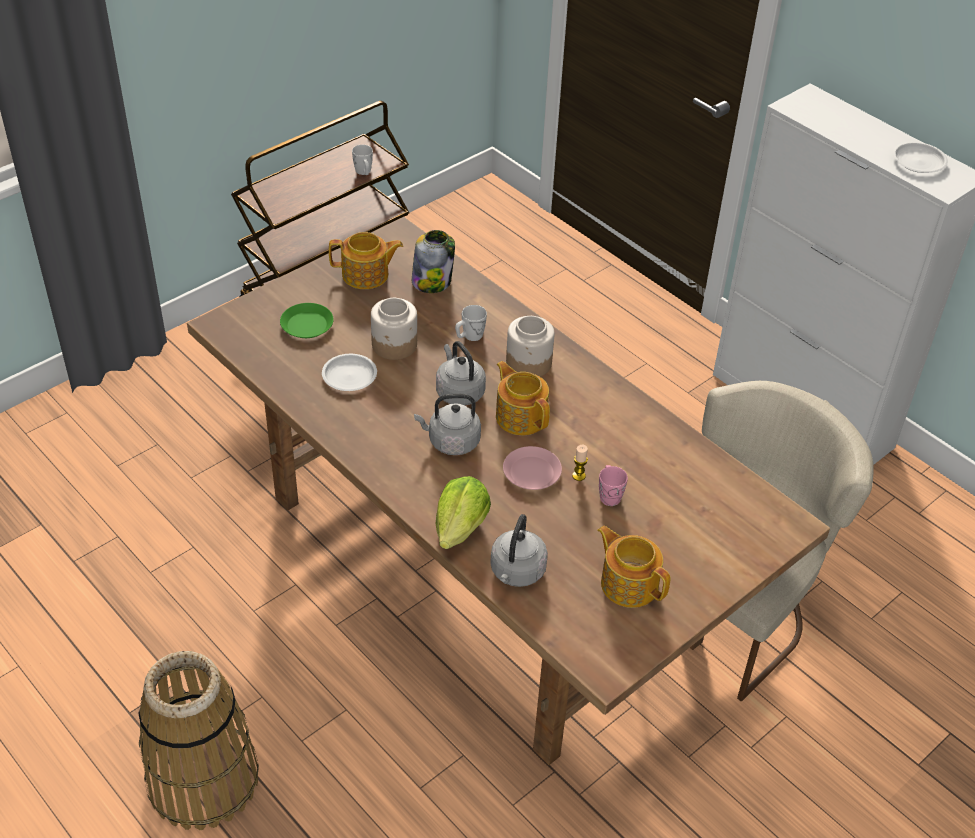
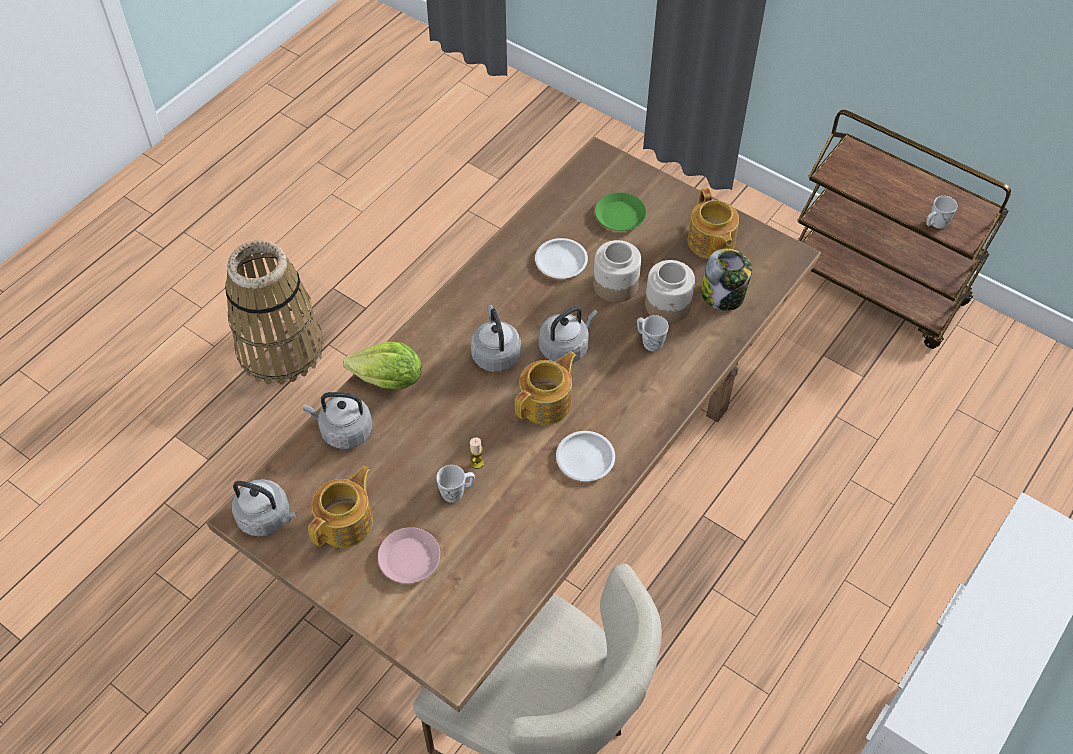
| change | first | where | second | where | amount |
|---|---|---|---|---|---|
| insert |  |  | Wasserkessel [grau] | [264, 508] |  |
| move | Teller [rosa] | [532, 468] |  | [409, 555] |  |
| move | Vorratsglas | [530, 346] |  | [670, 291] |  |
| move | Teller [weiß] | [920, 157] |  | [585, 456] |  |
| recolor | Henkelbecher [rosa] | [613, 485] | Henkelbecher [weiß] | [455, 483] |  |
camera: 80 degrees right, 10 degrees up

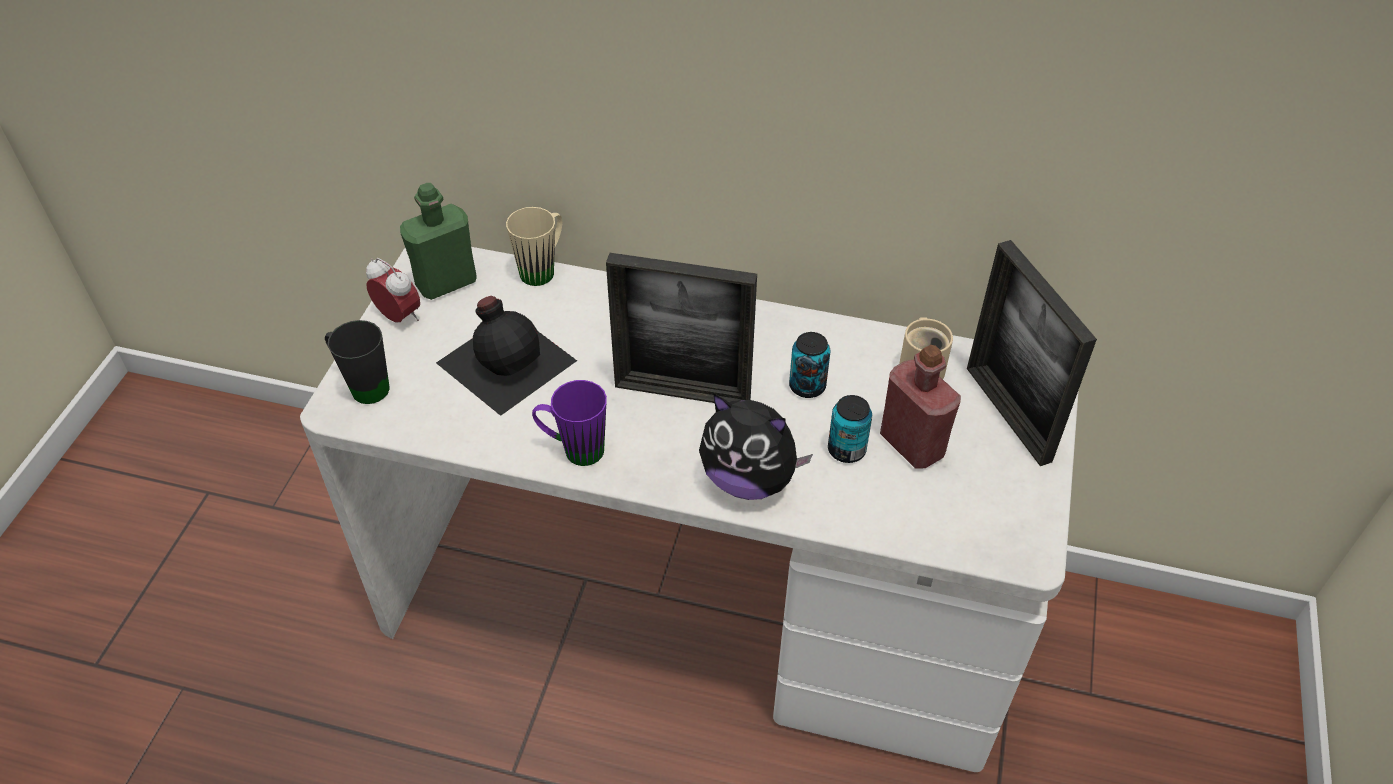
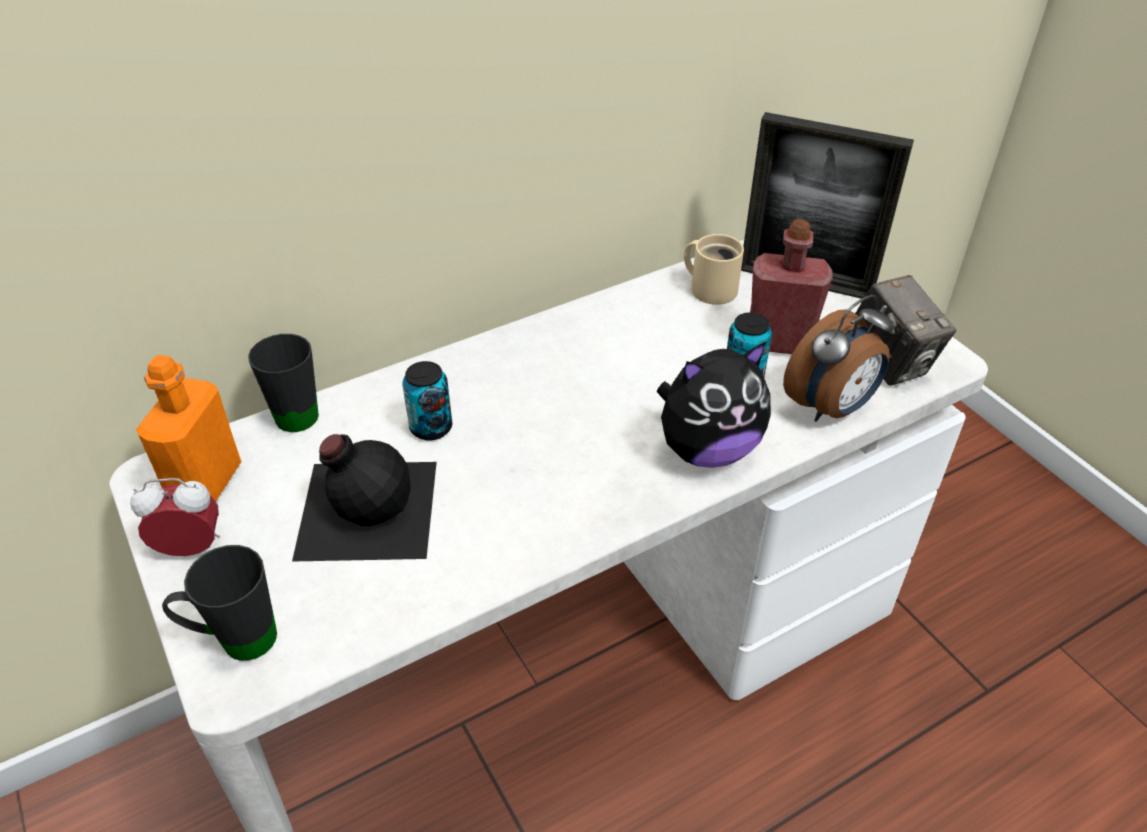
| change | first | where | second | where | amount |
|---|---|---|---|---|---|
| delete | Henkelbecher [lila] | [569, 423] |  |  |  |
| delete | Bilderrahmen | [681, 328] |  |  |  |
| insert |  |  | Wecker | [838, 358] |  |
| insert |  |  | Kamera | [905, 330] |  |
| move | Dose | [810, 365] |  | [427, 401] |  |
| recolor | Flasche [grün] | [438, 241] | Flasche [orange] | [188, 428] |  |
| recolor | Henkelbecher [beige] | [534, 246] | Henkelbecher [schwarz] | [283, 383] |  |
camera: 45 degrees left, 5 degrees down

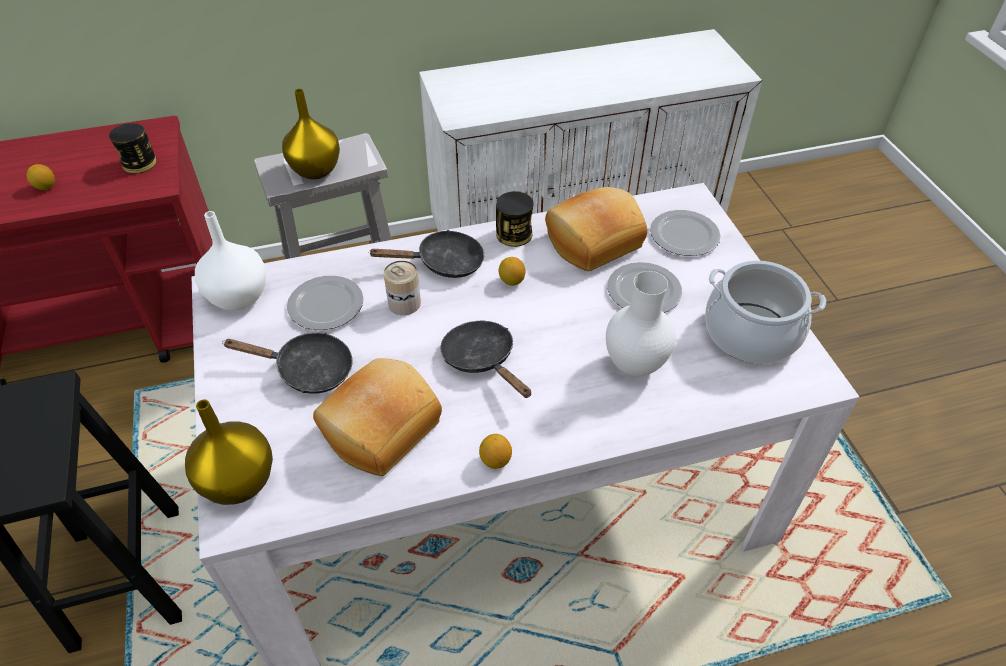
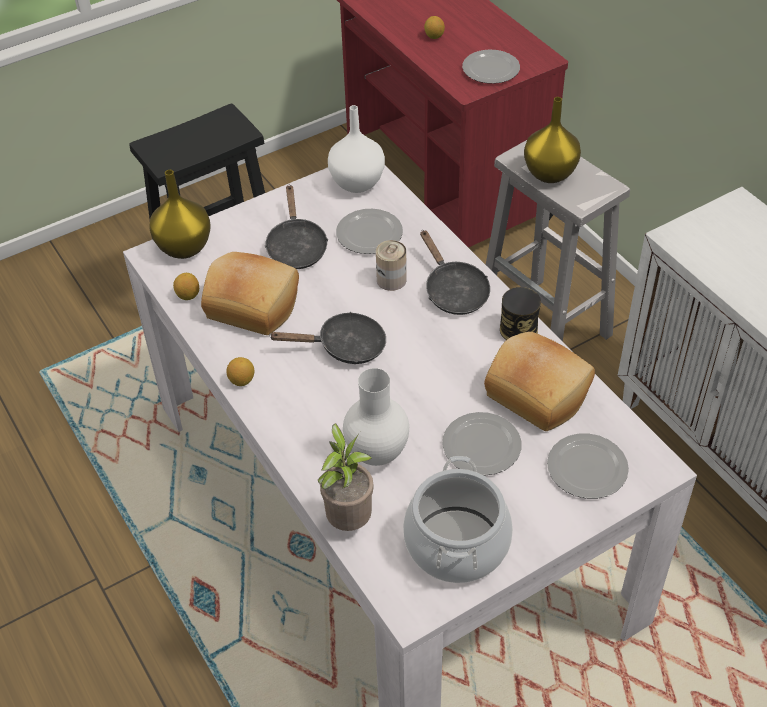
| change | first | where | second | where | amount |
|---|---|---|---|---|---|
| insert |  |  | Topfpflanze | [346, 477] |  |
| move | Zitrone | [512, 271] |  | [186, 286] |  |
| replace | Dose | [133, 148] | Teller | [491, 67] |  |
| rotate | Pfanne [schwarz] | [485, 359] |  | [327, 338] | 45 degrees clockwise |
camera: 75 degrees right, 0 degrees up

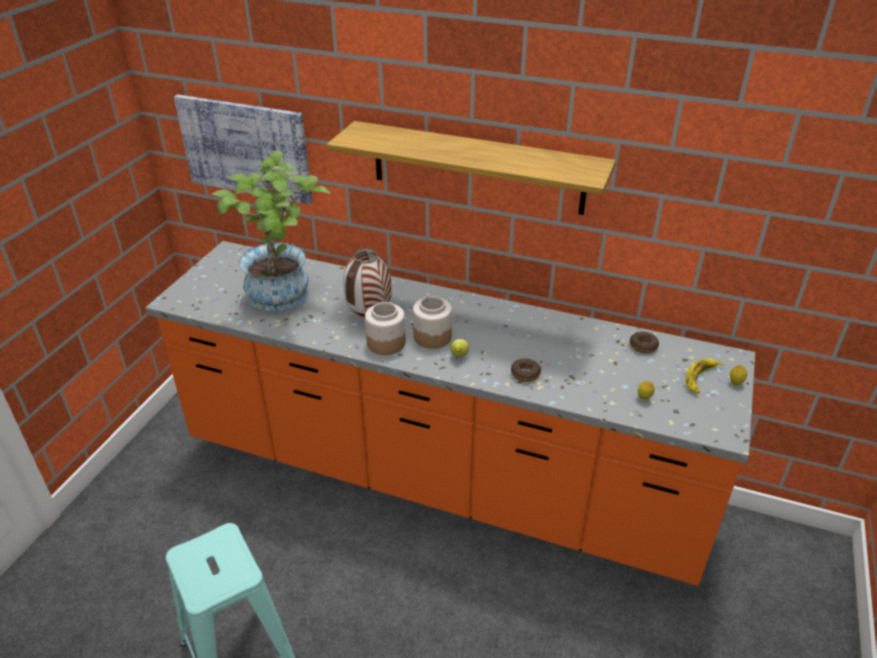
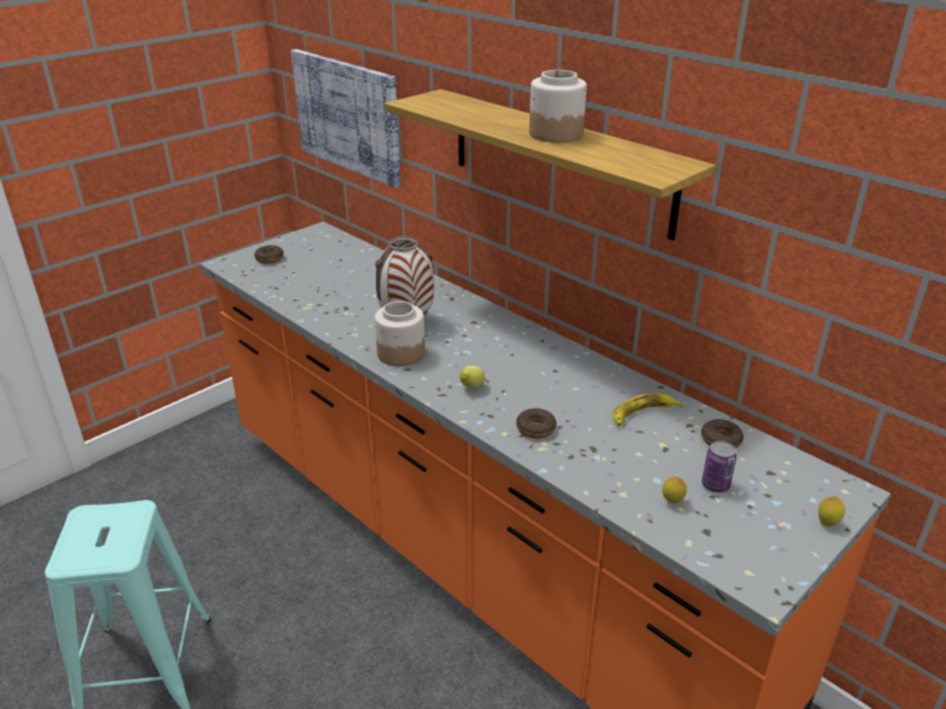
| change | first | where | second | where | amount |
|---|---|---|---|---|---|
| delete | Topfpflanze | [271, 231] |  |  |  |
| insert |  |  | Donut | [269, 254] |  |
| insert |  |  | Dose | [719, 467] |  |
| move | Vorratsglas | [432, 322] |  | [558, 106] |  |
| move | Banane | [704, 376] |  | [648, 409] |  |
camera: 25 degrees right, 5 degrees down

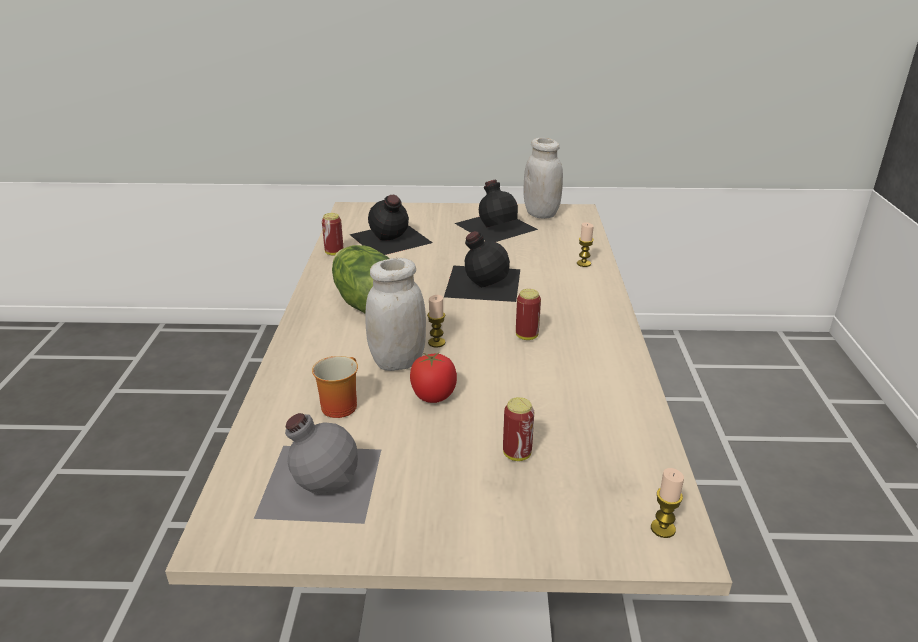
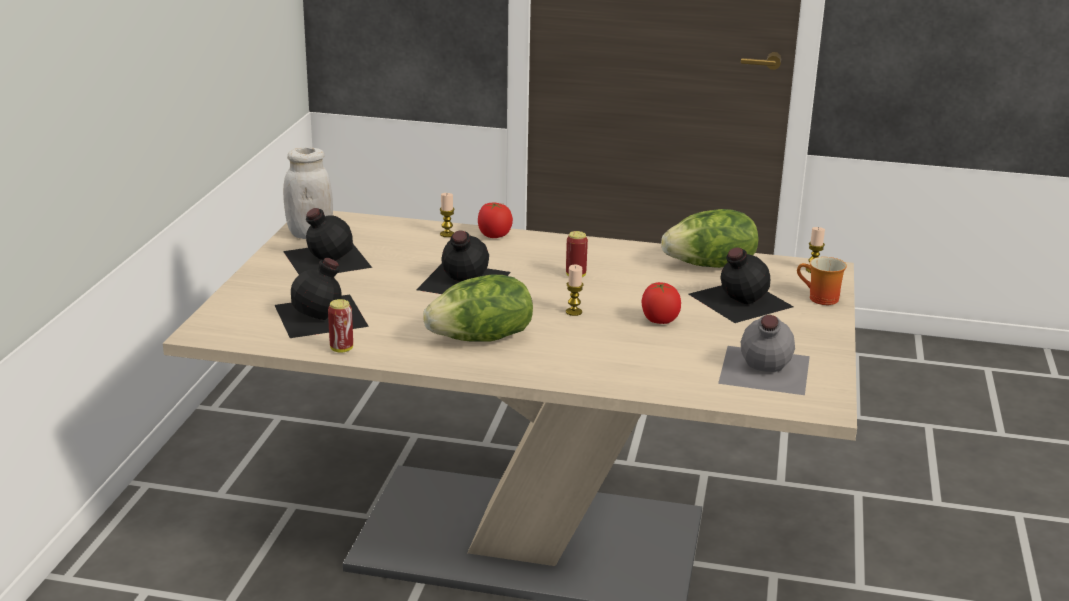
| change | first | where | second | where | amount |
|---|---|---|---|---|---|
| delete | Vorratsglas [weiß] | [396, 314] |  |  |  |
| insert |  |  | Tomate | [495, 220] |  |
| insert |  |  | Salatkopf | [710, 238] |  |
| move | Henkelbecher | [335, 387] |  | [822, 281] |  |
| replace | Dose | [518, 429] | Flasche [schwarz] | [741, 285] |  |
camera: 80 degrees left, 5 degrees down

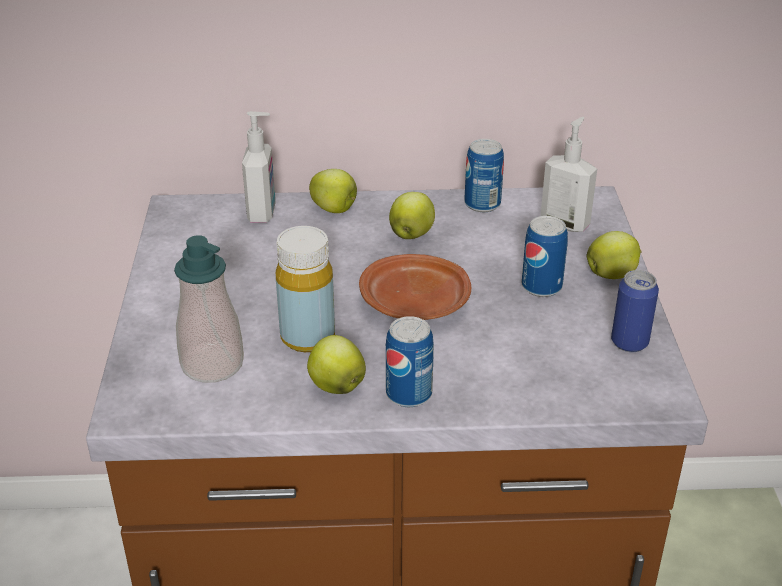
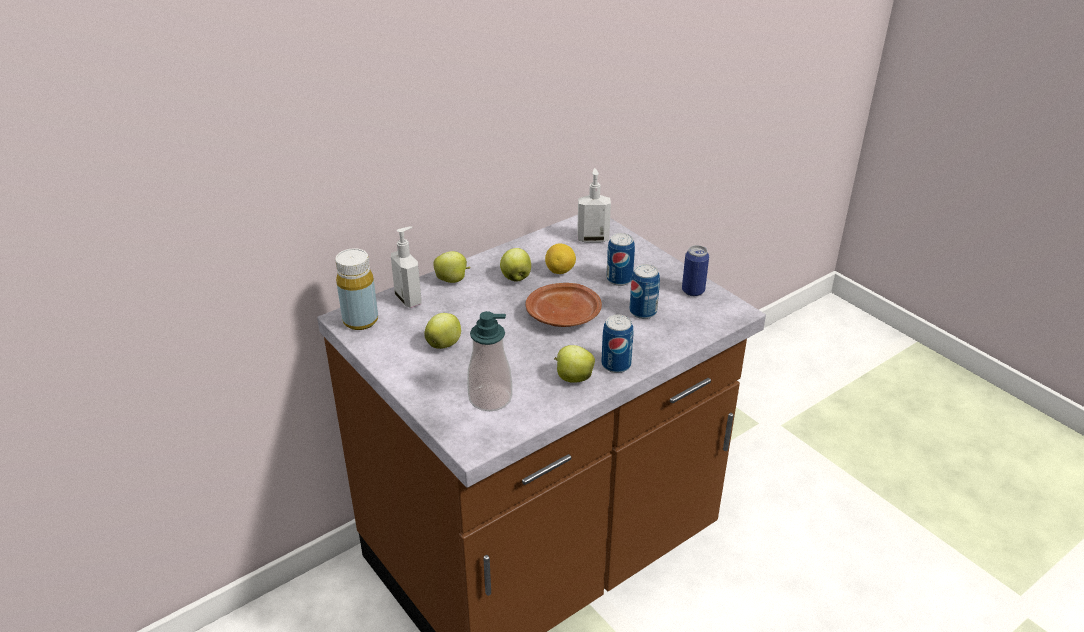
| change | first | where | second | where | amount |
|---|---|---|---|---|---|
| insert |  |  | Zitrone | [560, 258] |  |
| move | Flasche [gelb] | [305, 289] |  | [356, 289] |  |
| move | Dose | [484, 175] |  | [644, 291] |  |
| move | Apfel | [614, 255] |  | [442, 331] |  |
camera: 35 degrees left, 0 degrees up

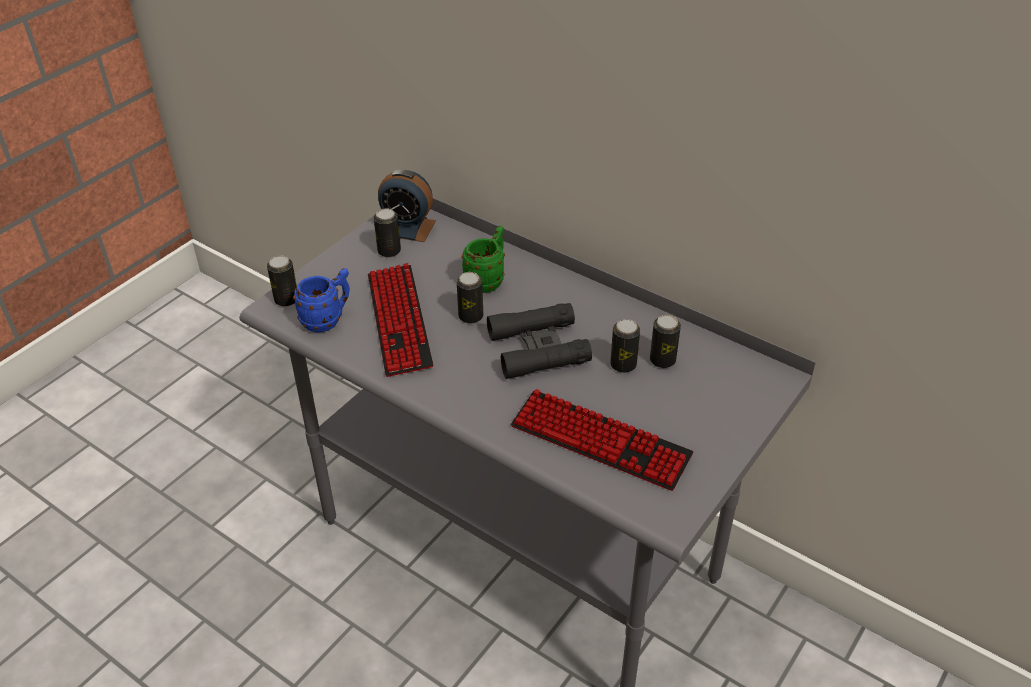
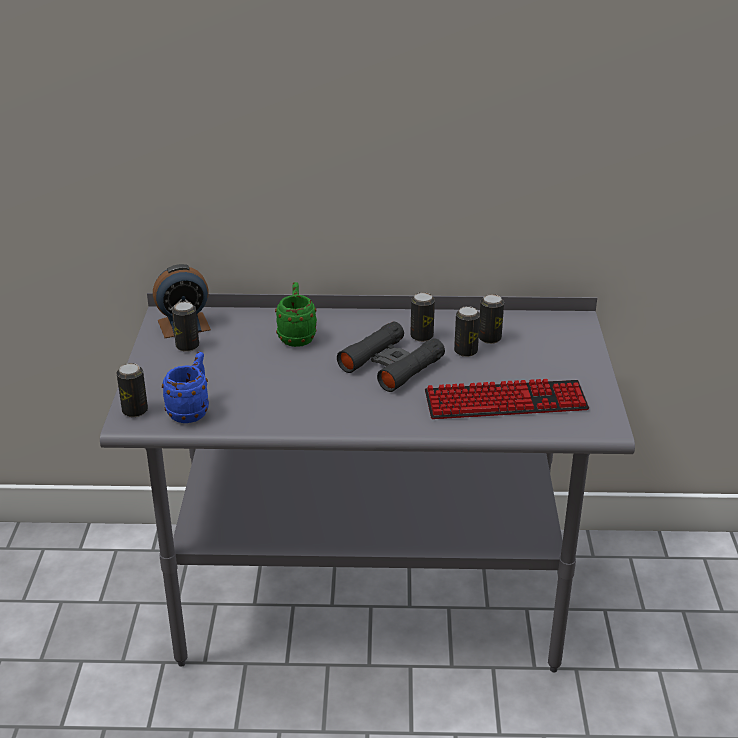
| change | first | where | second | where | amount |
|---|---|---|---|---|---|
| delete | Tastatur | [400, 320] |  |  |  |
| move | Dose | [470, 298] |  | [422, 317] |  |
camera: 35 degrees left, 10 degrees down

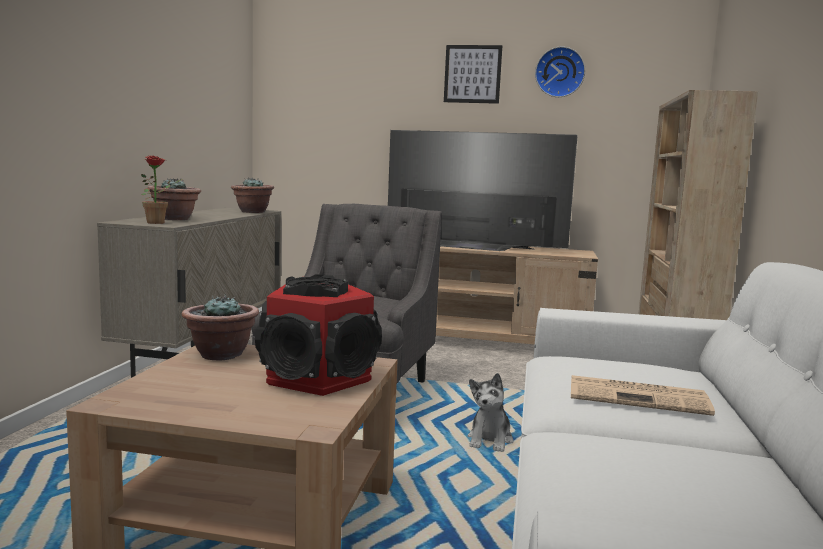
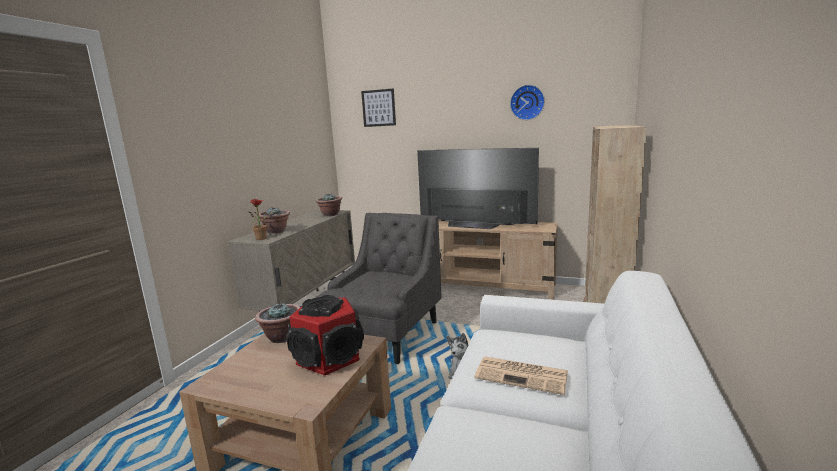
| change | first | where | second | where | amount |
|---|---|---|---|---|---|
| move | Bild | [473, 74] |  | [378, 108] |  |
camera: 10 degrees right, 5 degrees up

